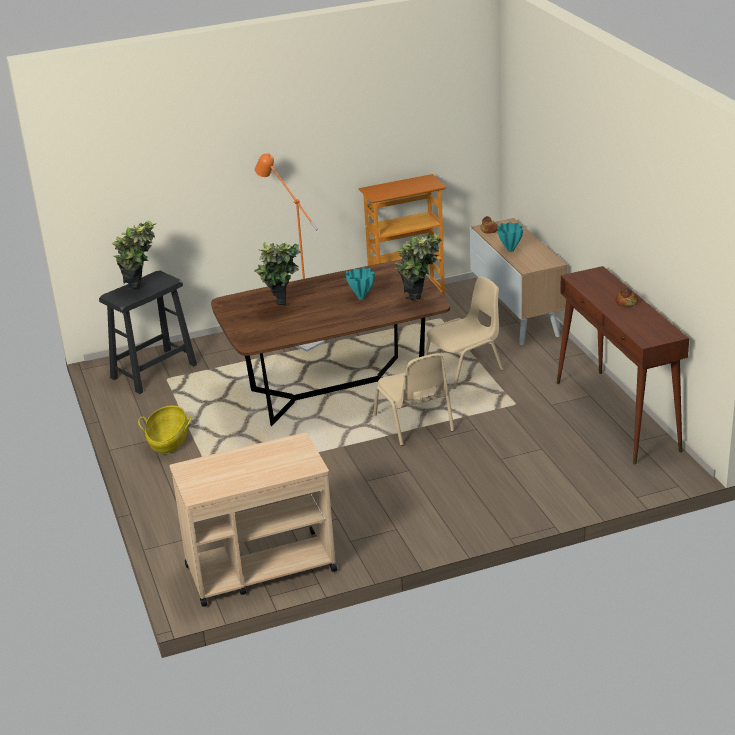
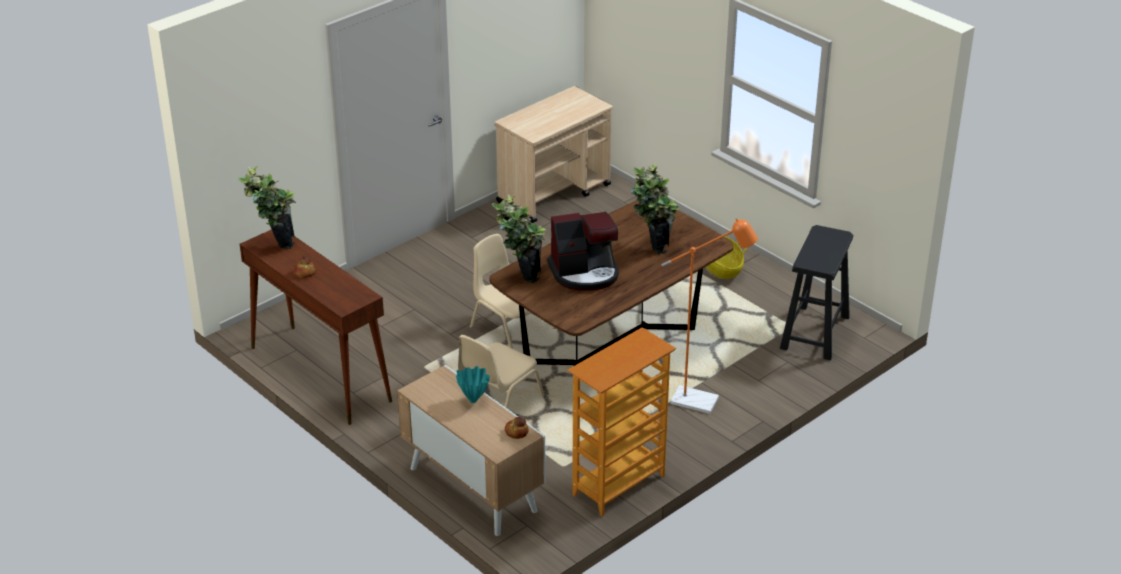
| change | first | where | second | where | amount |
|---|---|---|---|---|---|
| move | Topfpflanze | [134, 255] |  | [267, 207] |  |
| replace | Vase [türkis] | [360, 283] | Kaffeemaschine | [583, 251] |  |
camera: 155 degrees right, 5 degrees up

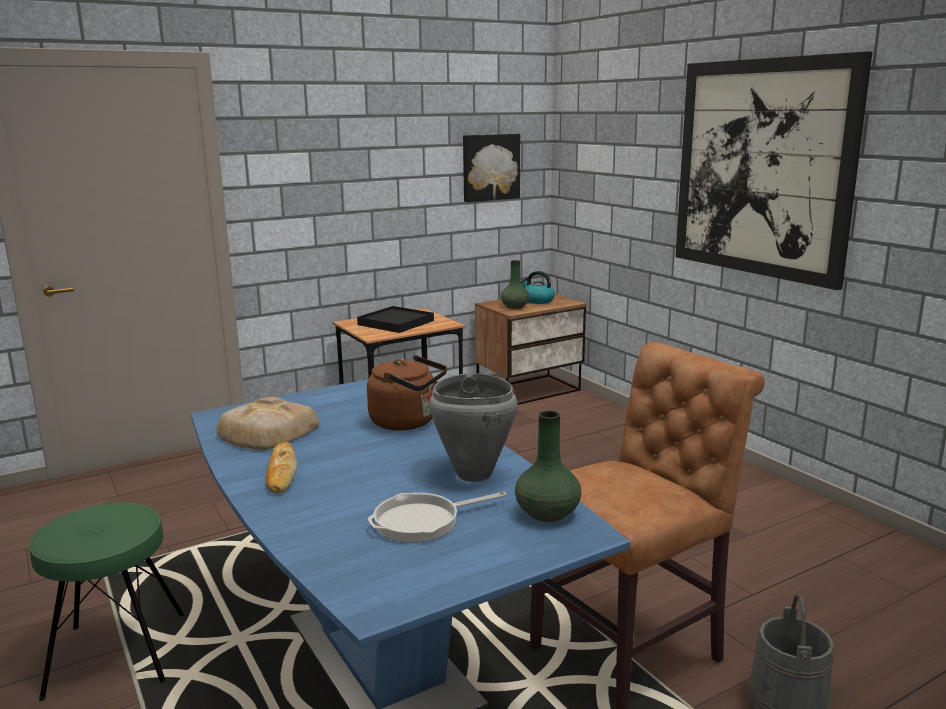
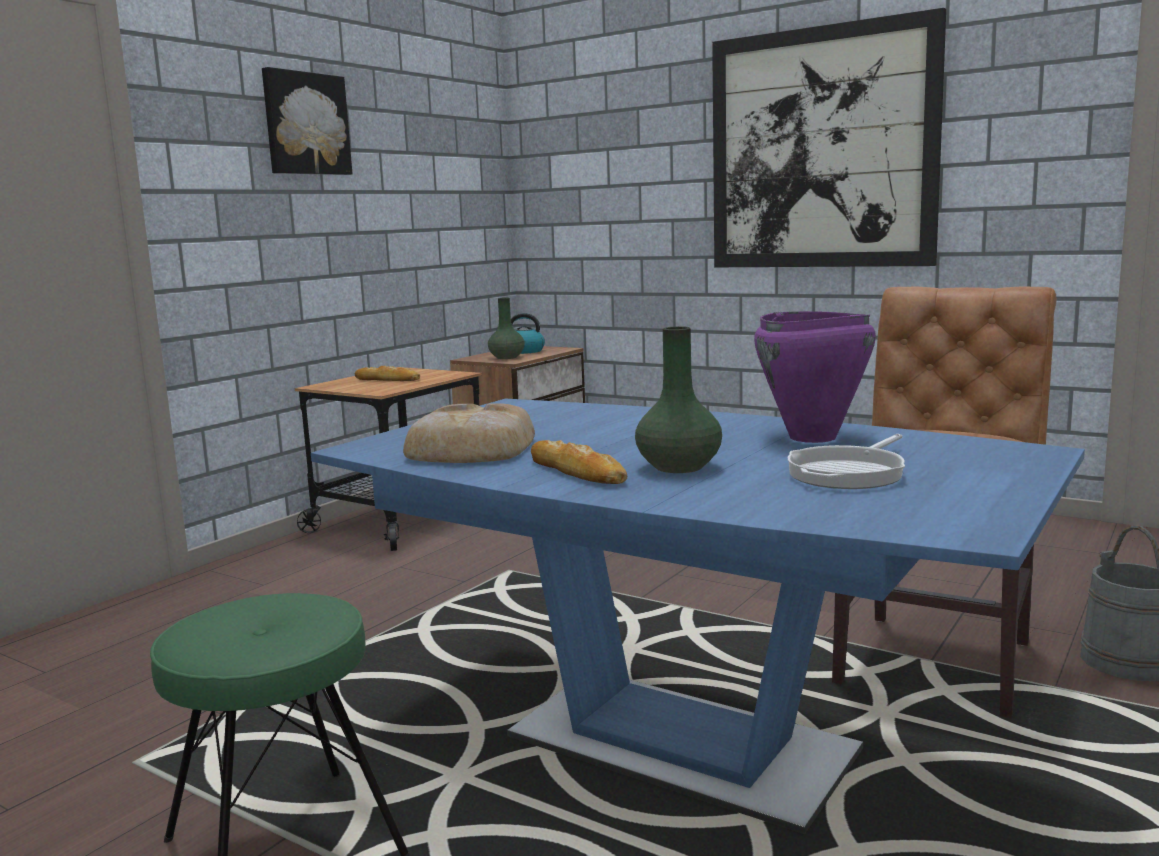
| change | first | where | second | where | amount |
|---|---|---|---|---|---|
| delete | Wasserkessel [braun] | [407, 393] |  |  |  |
| move | Bild | [491, 168] |  | [307, 121] |  |
| move | Vase [grün] | [548, 466] |  | [678, 399] |  |
| replace | Tablett [schwarz] | [395, 319] | Brot | [387, 373] |  |
| recolor | Kochtopf [grau] | [473, 427] | Kochtopf [lila] | [815, 377] |  |
camera: 25 degrees left, 5 degrees down

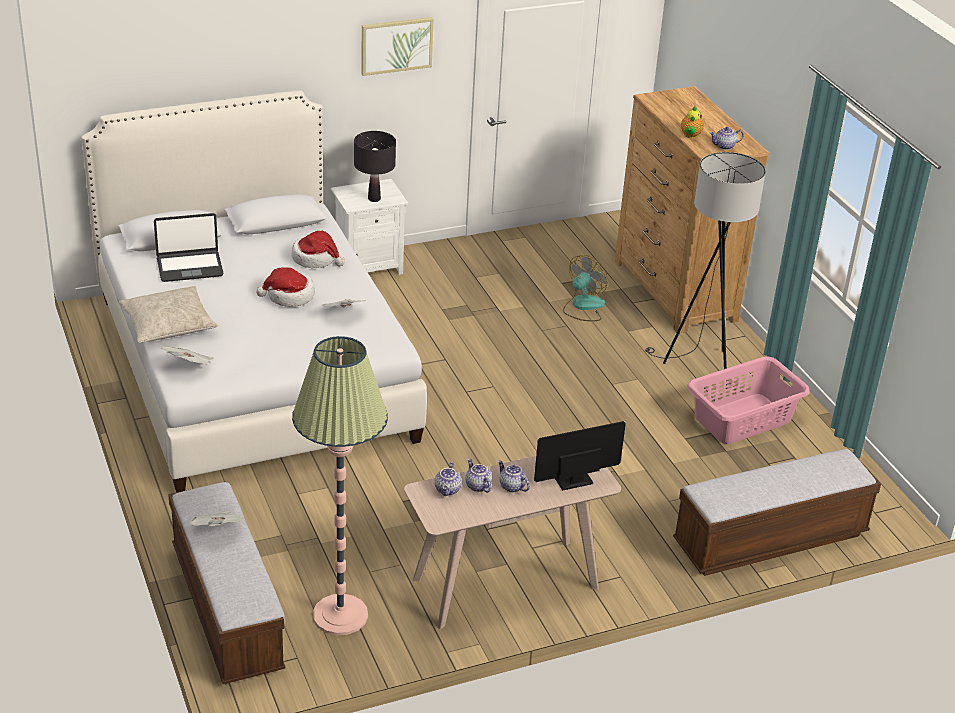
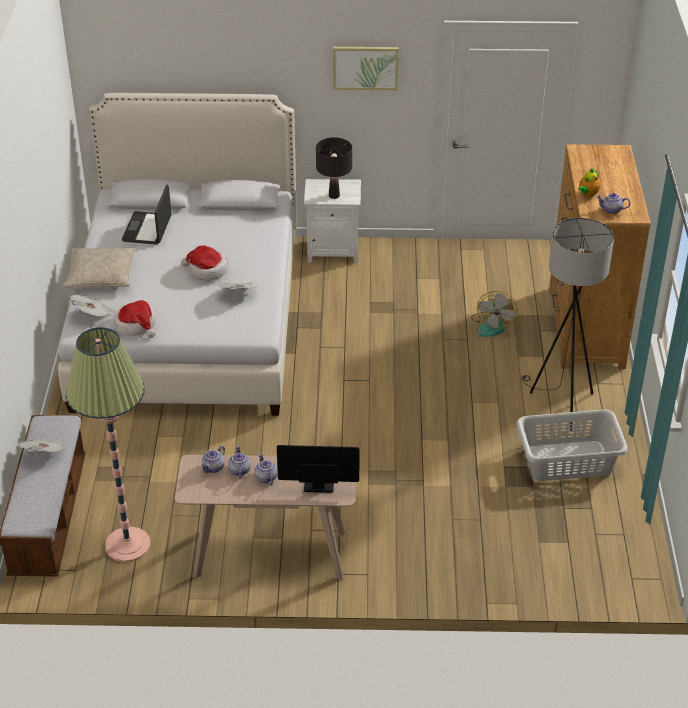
| change | first | where | second | where | amount |
|---|---|---|---|---|---|
| delete | Bank | [777, 512] |  |  |  |
| move | Hut | [318, 249] |  | [134, 319] |  |
| recolor | Wäschekorb [rosa] | [748, 400] | Wäschekorb [grau] | [572, 445] |  |
| rotate | Laptop | [189, 247] |  | [147, 214] | 90 degrees clockwise |
| rotate | Ventilator | [585, 288] |  | [494, 314] | 135 degrees clockwise |
camera: 25 degrees right, 5 degrees up

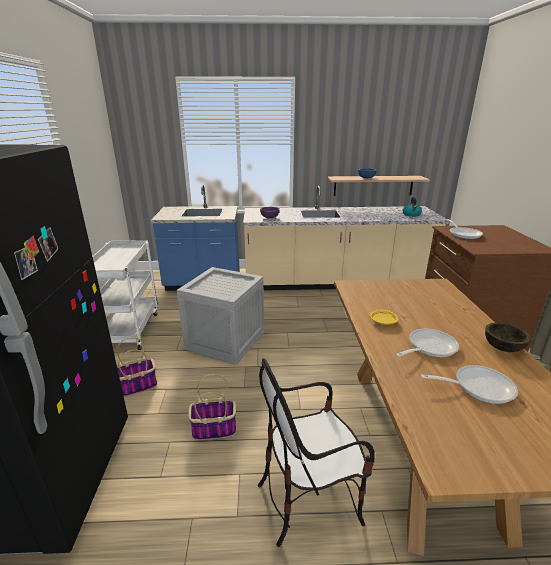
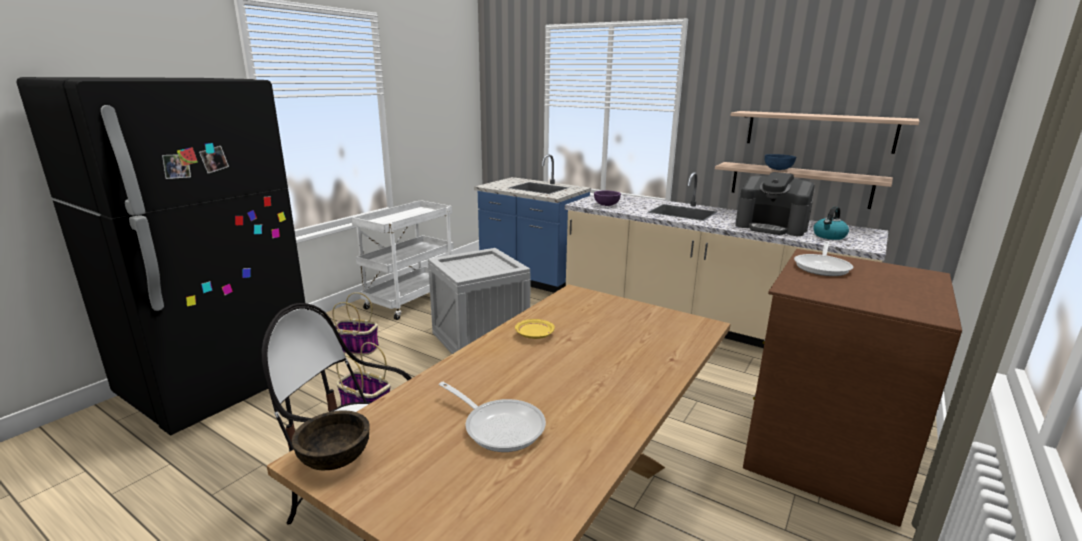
| change | first | where | second | where | amount |
|---|---|---|---|---|---|
| delete | Pfanne | [427, 343] |  |  |  |
| insert |  |  | Wandregal | [825, 132] |  |
| insert |  |  | Kaffeemaschine | [775, 204] |  |
| move | Schüssel [braun] | [508, 337] |  | [331, 440] |  |
camera: 35 degrees right, 5 degrees down

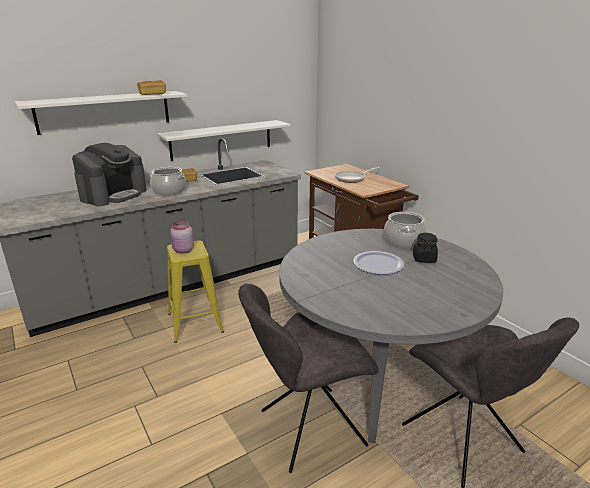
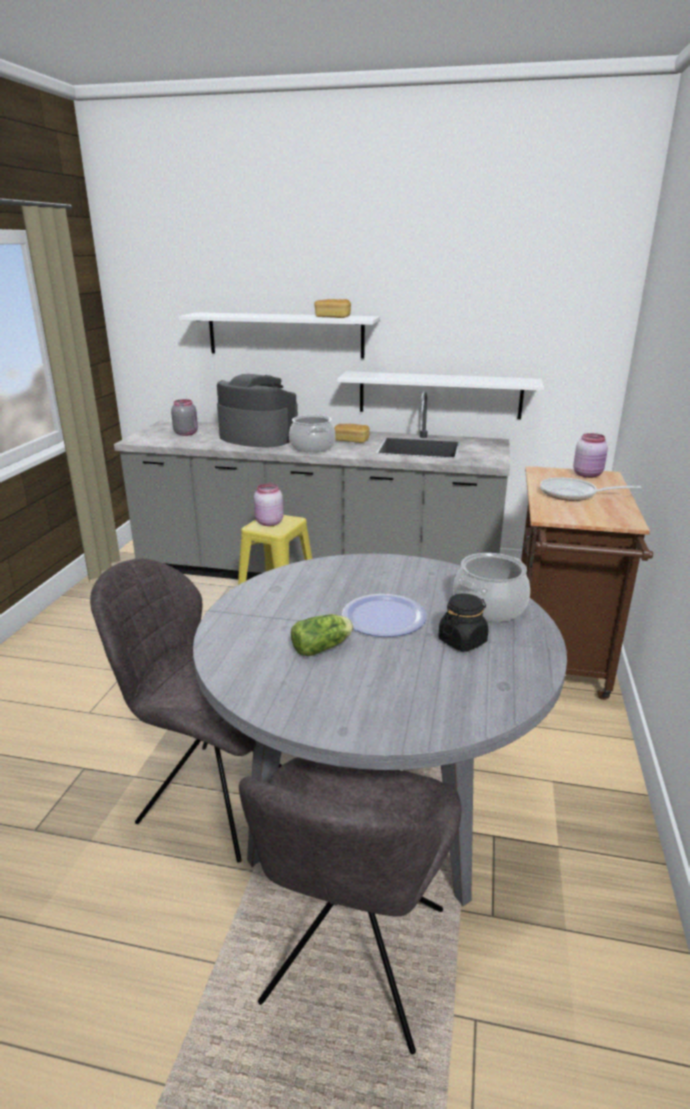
| change | first | where | second | where | amount |
|---|---|---|---|---|---|
| insert |  |  | Vorratsglas [grau] | [184, 417] |  |
| insert |  |  | Salatkopf | [322, 635] |  |
| insert |  |  | Vorratsglas [rosa] | [590, 455] |  |
| rotate | Kaffeemaschine | [109, 174] |  | [257, 411] | 135 degrees counterclockwise |
camera: 45 degrees right, 0 degrees up

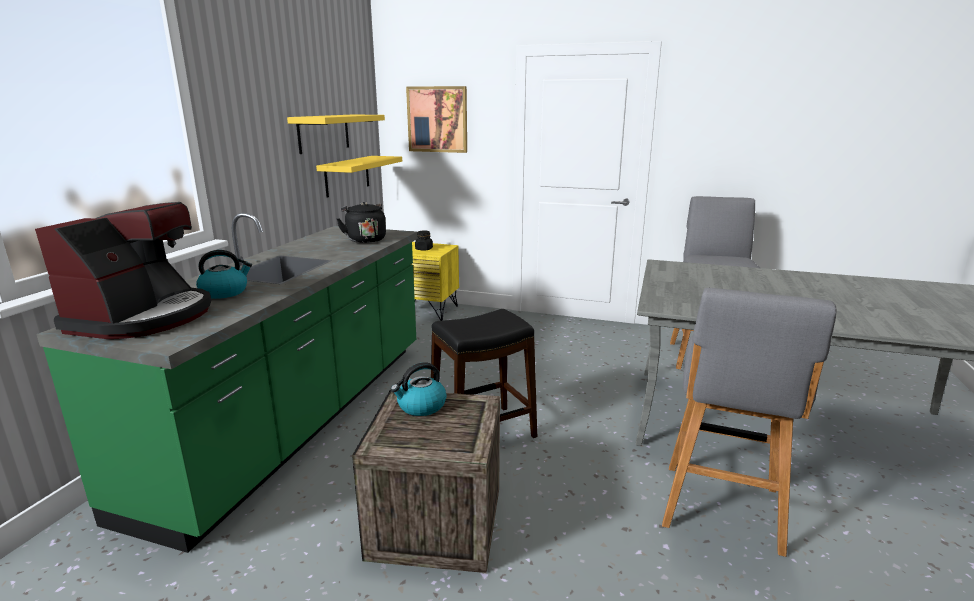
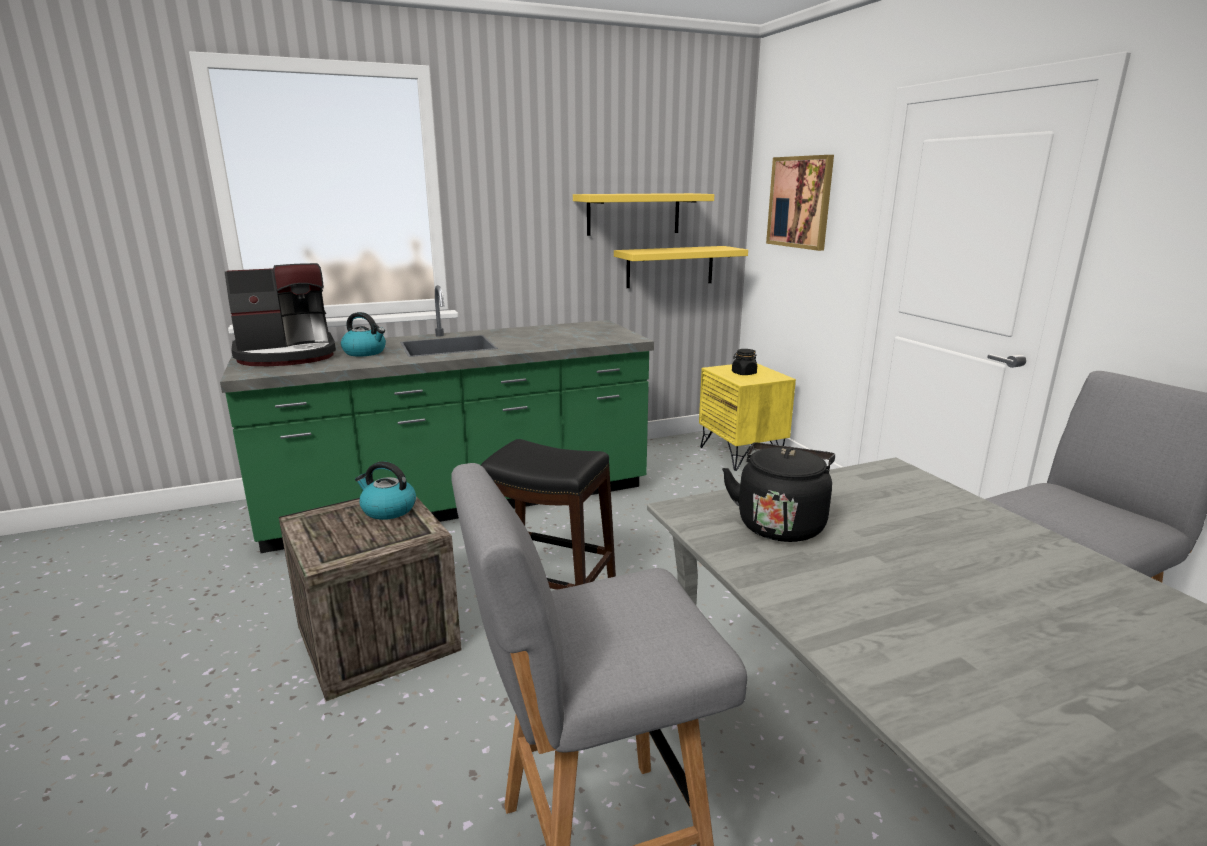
| change | first | where | second | where | amount |
|---|---|---|---|---|---|
| move | Wasserkessel [schwarz] | [361, 222] |  | [778, 492] |  |
camera: 50 degrees right, 0 degrees up

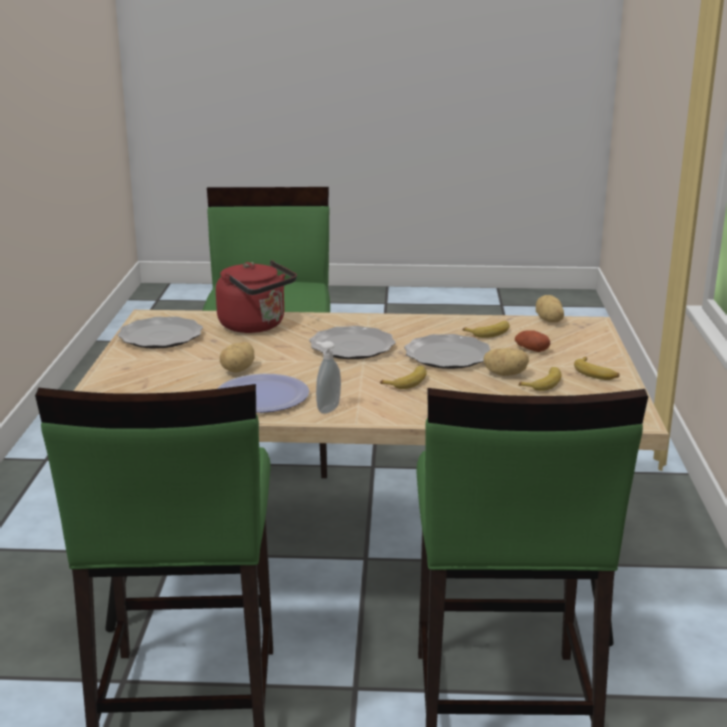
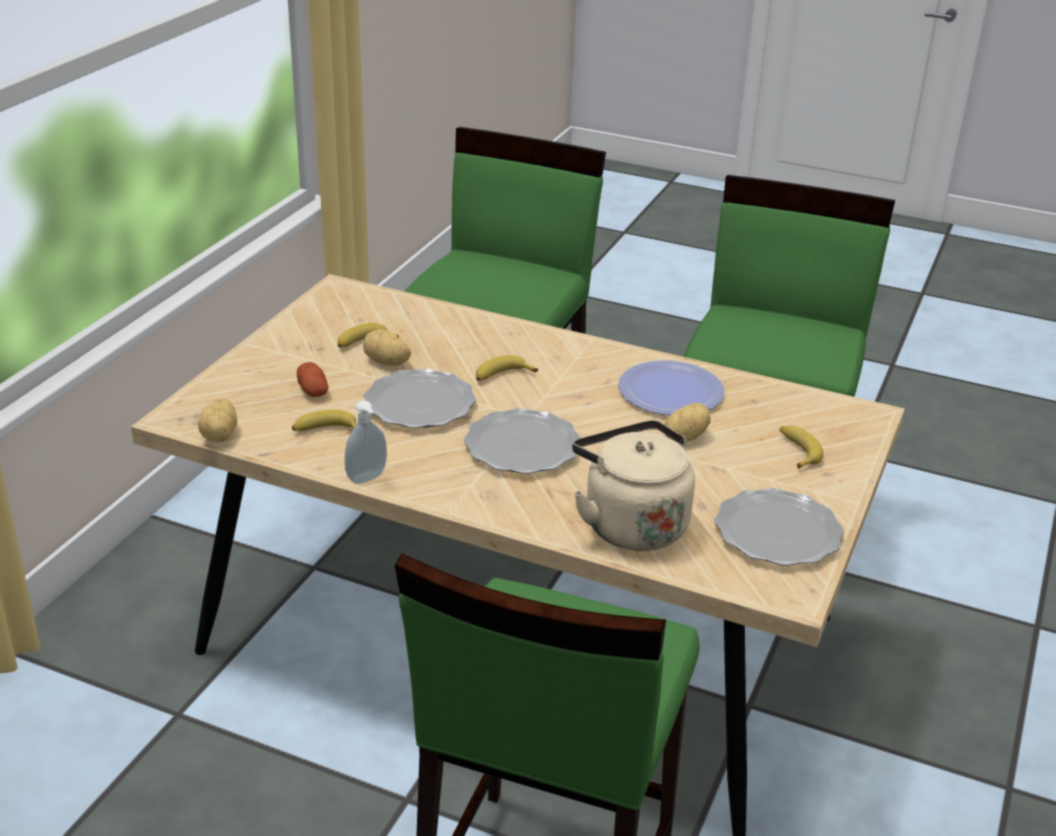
| change | first | where | second | where | amount |
|---|---|---|---|---|---|
| move | Seifenspender | [328, 377] |  | [365, 442] |  |
| move | Banane | [596, 368] |  | [801, 447] |  |
| recolor | Wasserkessel [rot] | [256, 296] | Wasserkessel [beige] | [633, 485] |  |
camera: 160 degrees left, 10 degrees up

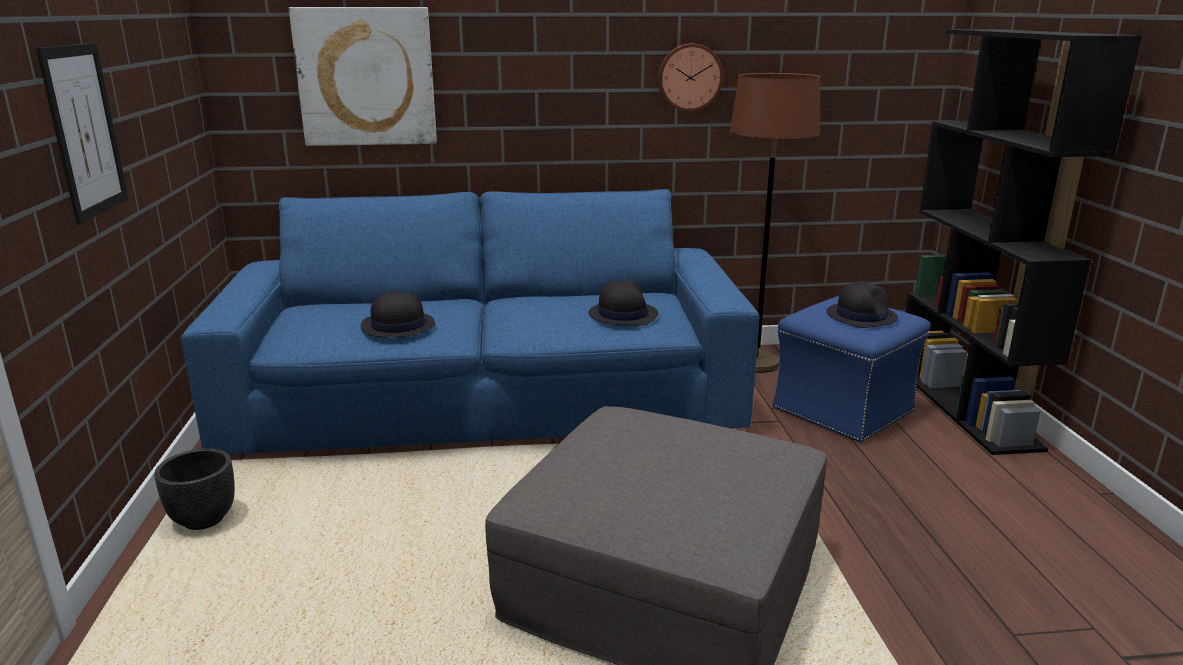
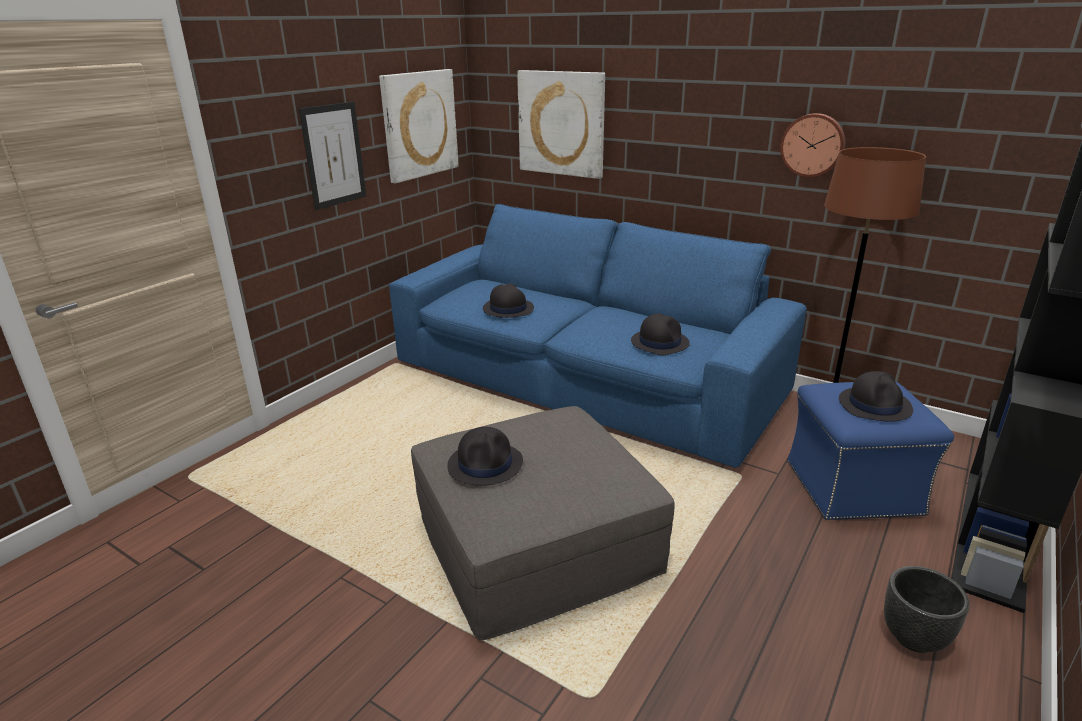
| change | first | where | second | where | amount |
|---|---|---|---|---|---|
| insert |  |  | Bild | [419, 126] |  |
| insert |  |  | Hut [schwarz] | [485, 456] |  |
| move | Pflanzkübel [schwarz] | [194, 489] |  | [927, 609] |  |
camera: 40 degrees right, 5 degrees up

